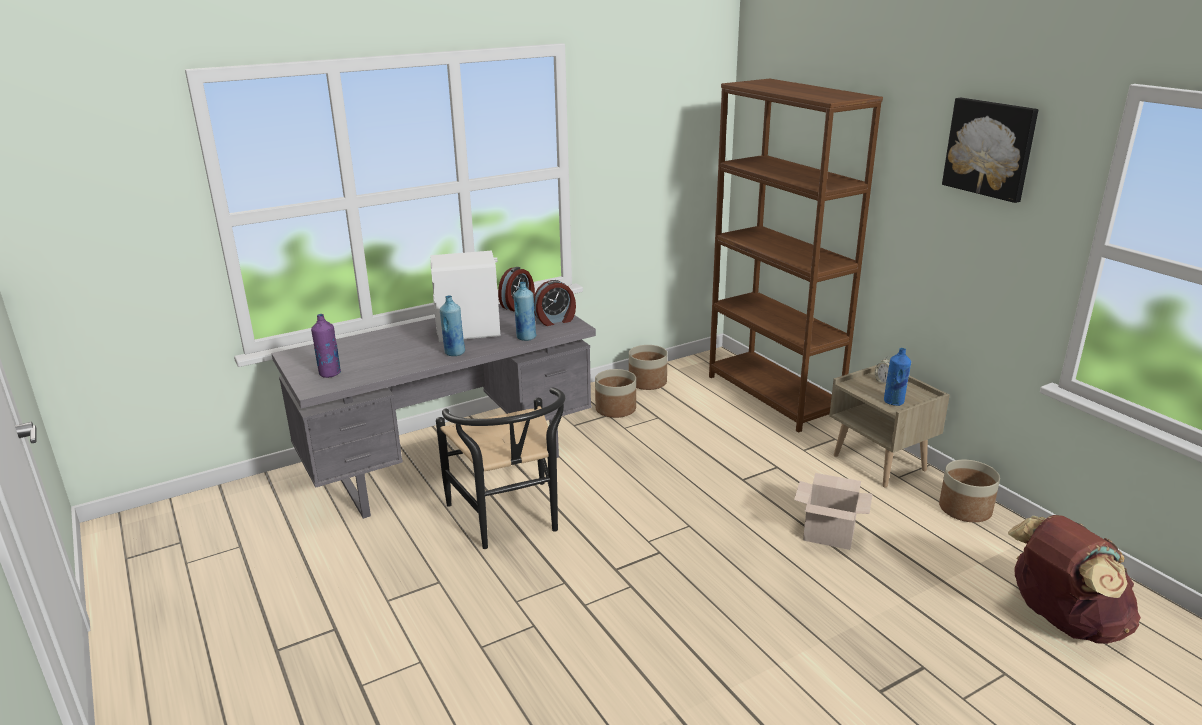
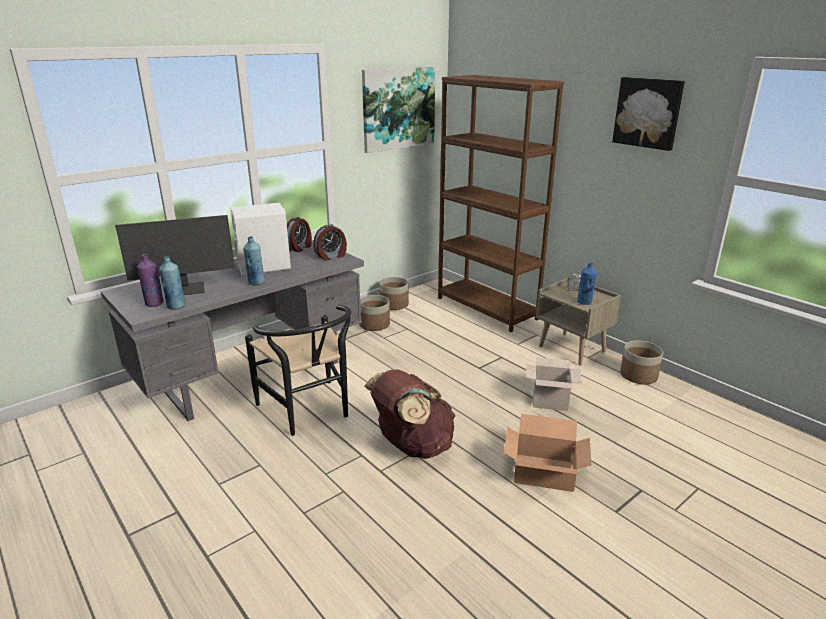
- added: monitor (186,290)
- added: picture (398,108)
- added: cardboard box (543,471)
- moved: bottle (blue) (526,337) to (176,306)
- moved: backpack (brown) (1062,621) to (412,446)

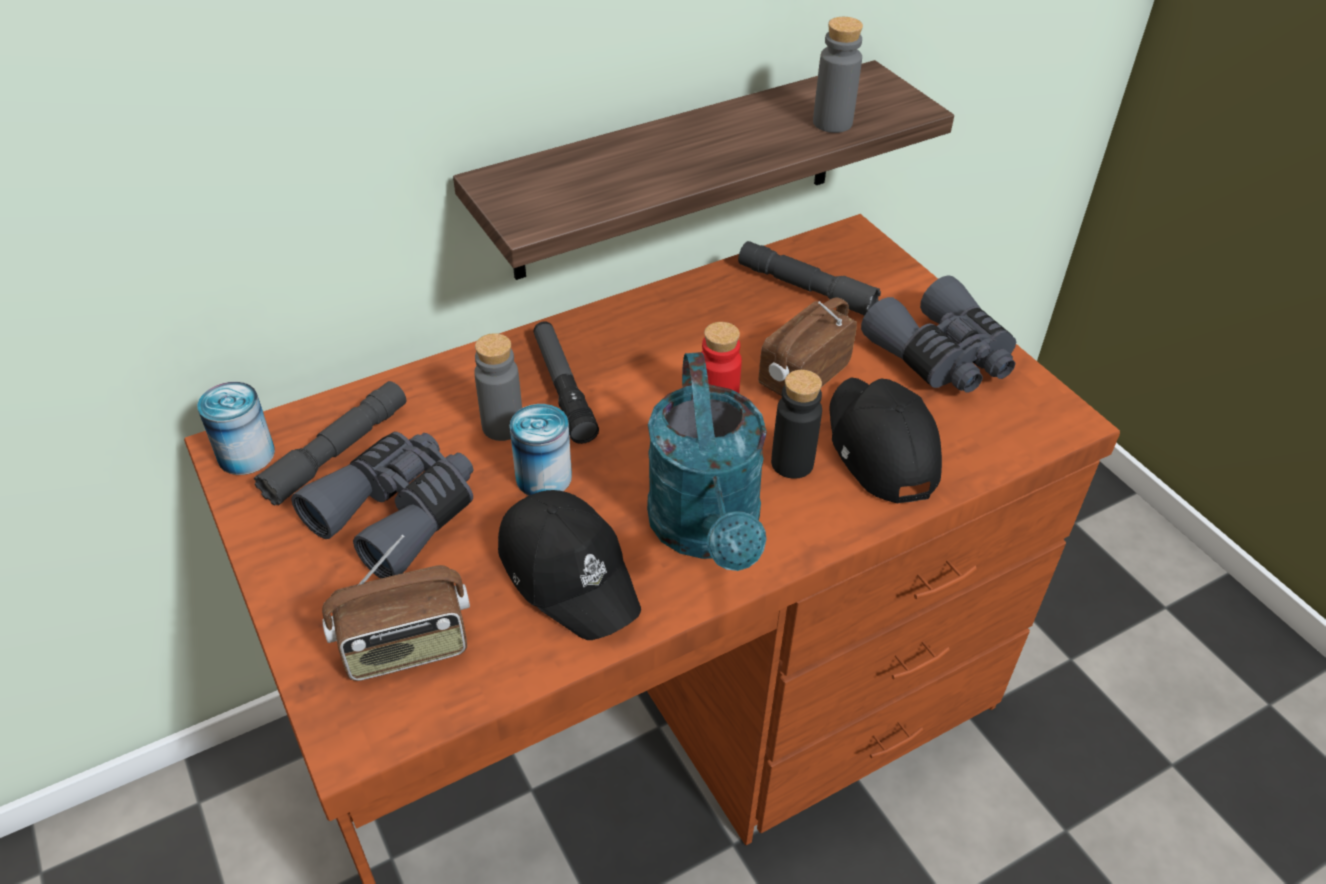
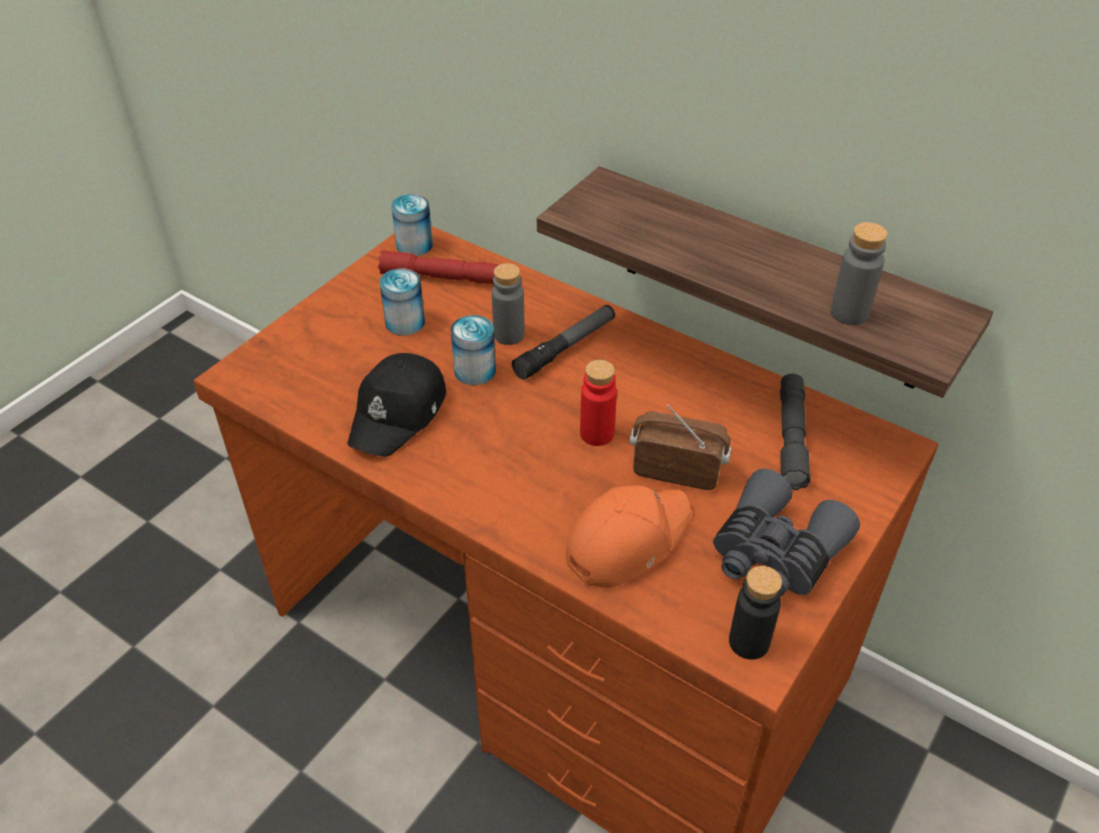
- removed: radio (406,648)
- removed: watering can (turquoise) (708,532)
- moved: bottle (black) (792,463) to (749,642)
- replaced: binoculars (grey) (399,513) to can (405,322)
- recoloured: flashlight (grey) (337,452) to flashlight (red) (439,277)
- recoloured: cap (black) (879,448) to cap (orange) (626,540)

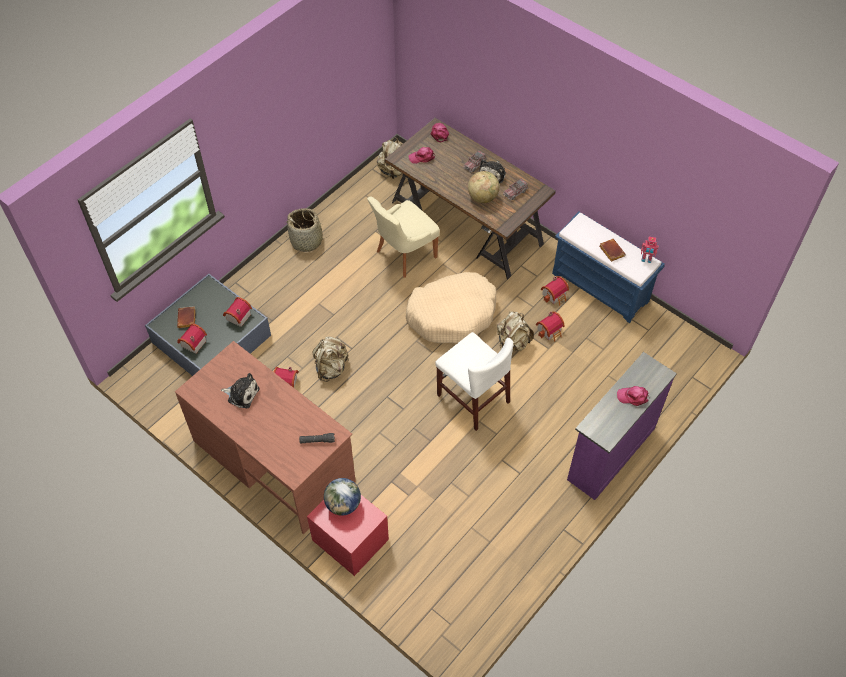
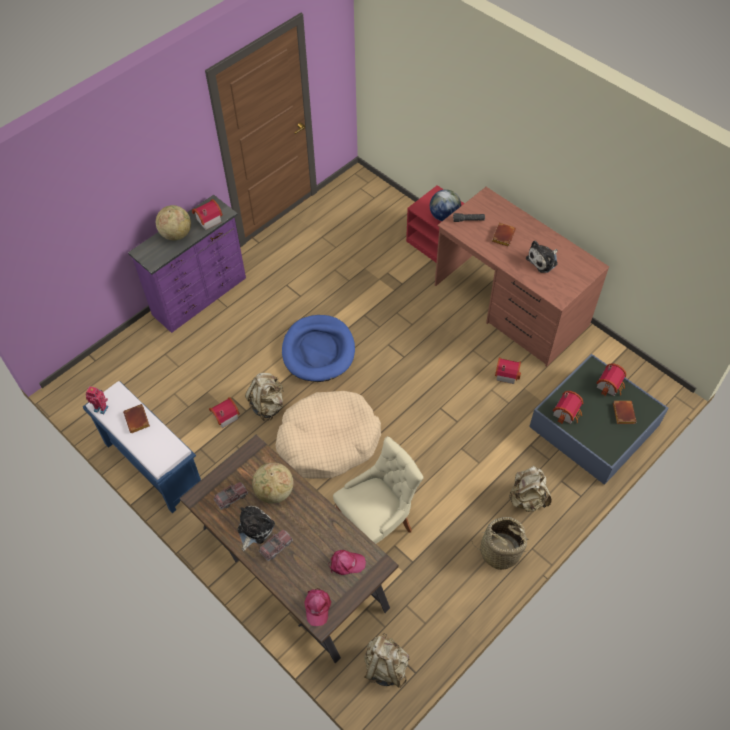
- added: book (brown) (502,235)
- moved: backpack (beige) (331,368) to (527,498)
- moved: toy house (555,295) to (207,220)
- replaced: chair (white) (473,398) to dog bed (blue) (318,350)
- replaced: cap (pink) (633,397) to globe (176,234)
- turned: plush toy (242,394) = (543,260) 60 degrees counterclockwise

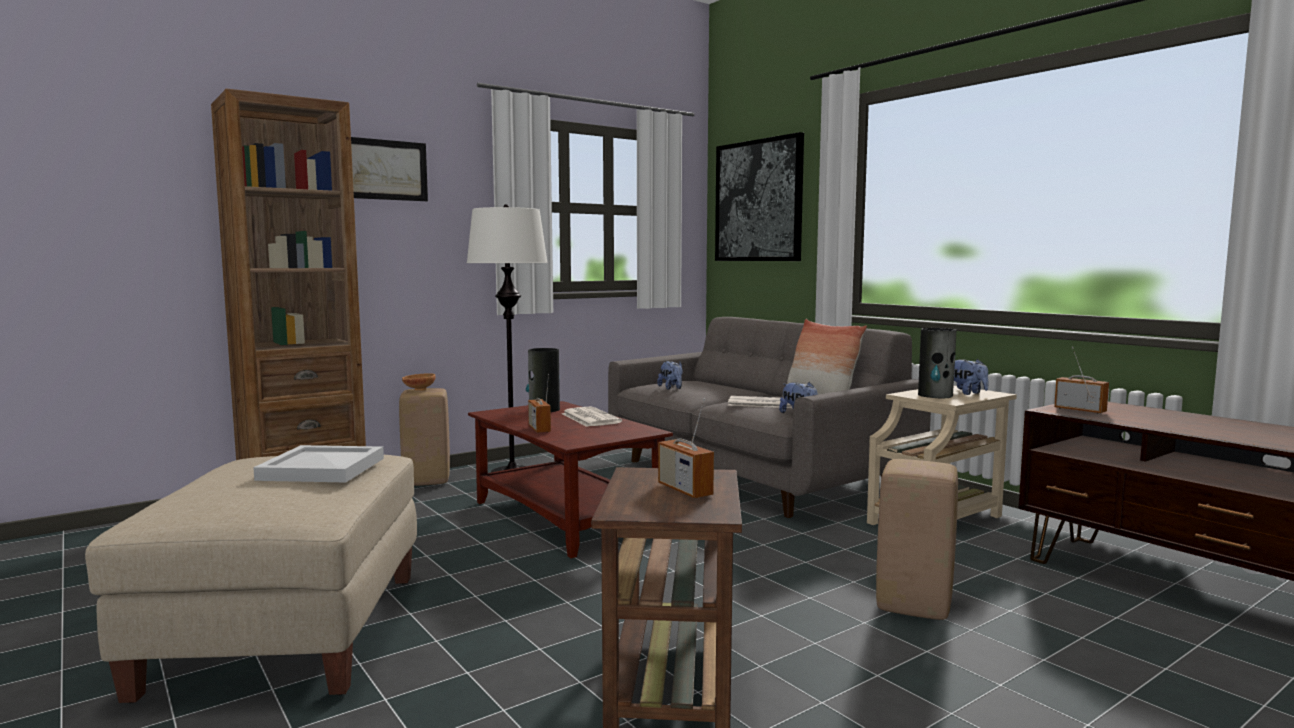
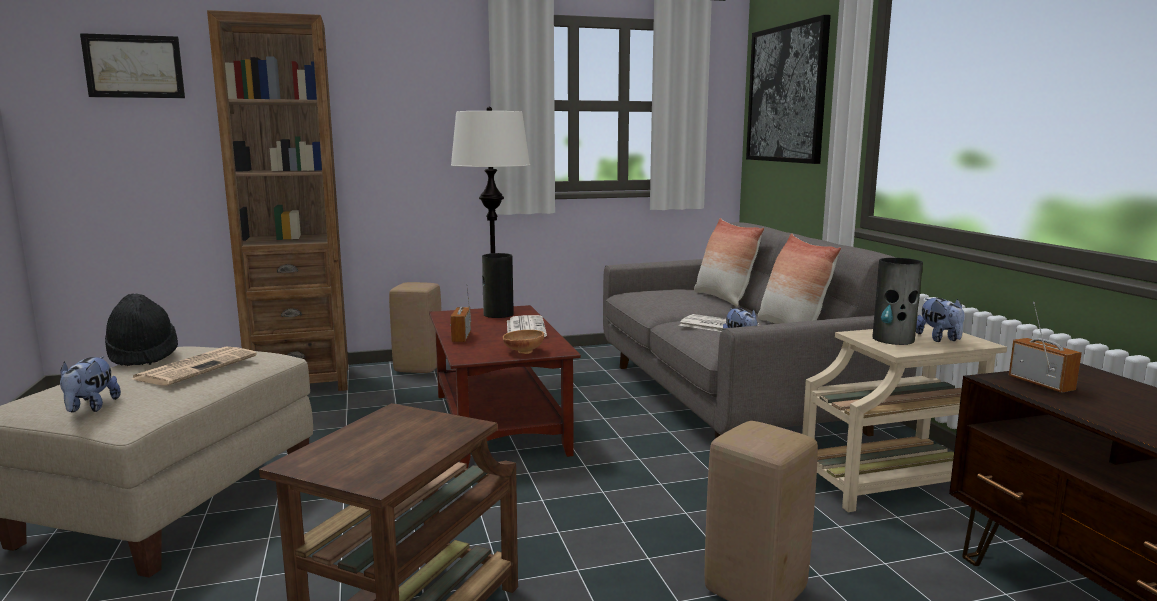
- removed: radio (685,490)
- added: hat (black) (143,355)
- added: pillow (723,298)
- moved: picture (385,170) to (134,66)
- moved: bowl (brown) (418,389) to (523,351)
- moved: plush toy (671,388) to (90,408)
- replaced: tray (white) (321,468) to newspaper (197,367)

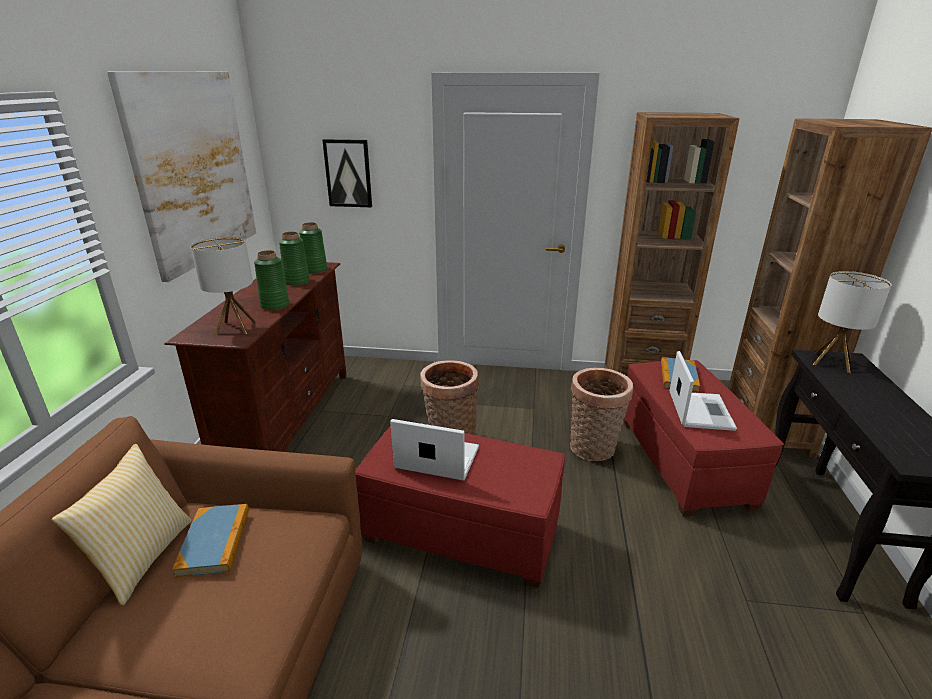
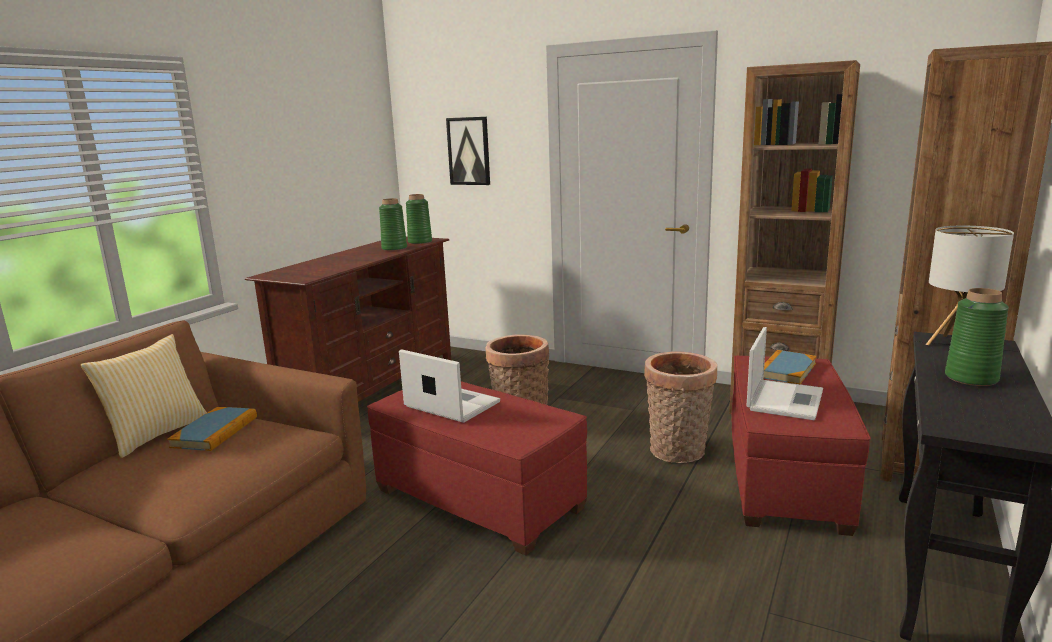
- removed: picture (194,169)
- removed: table lamp (235,327)
- moved: vase (green) (275,305) to (971,378)

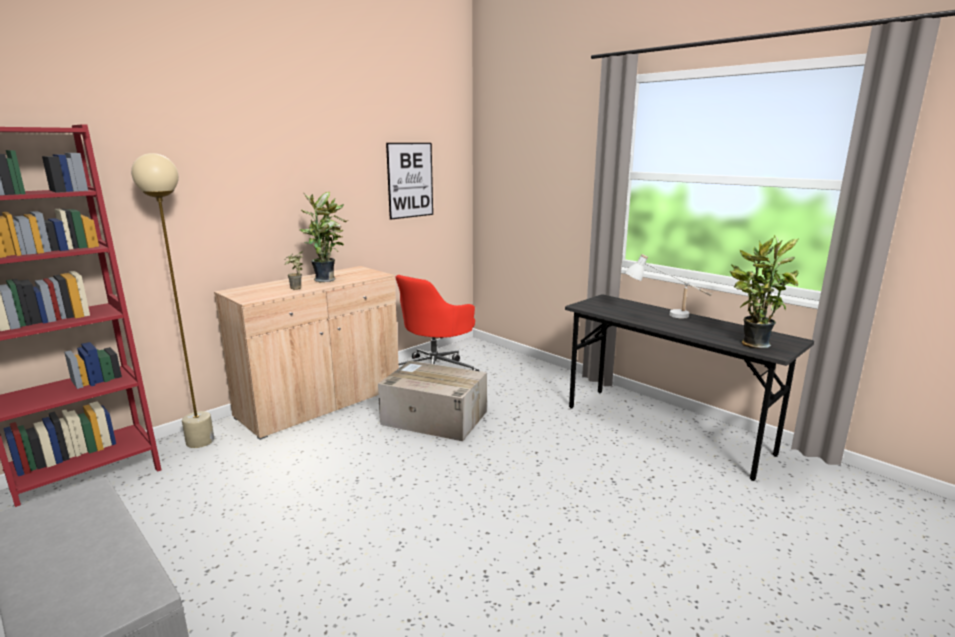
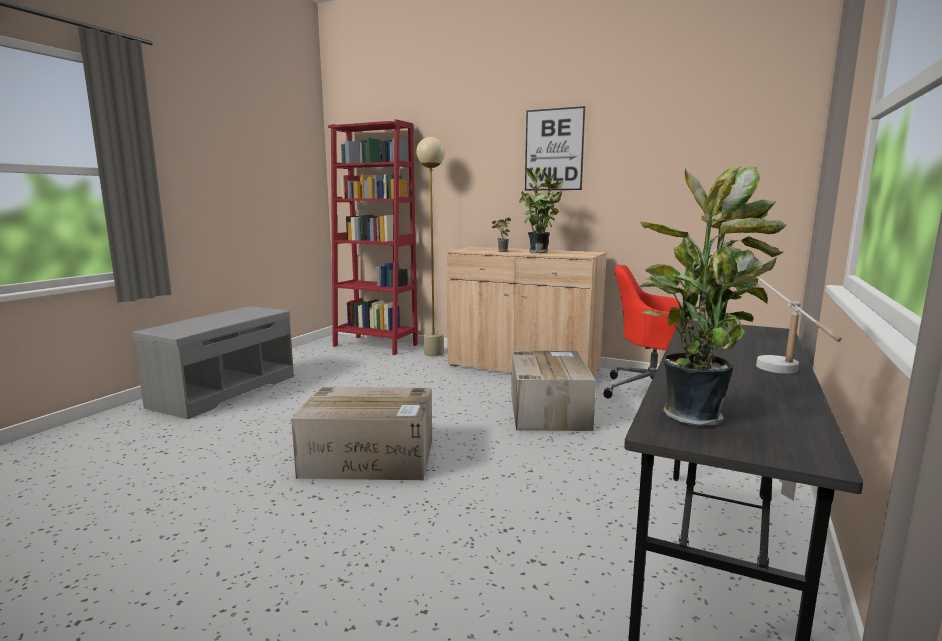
- added: cardboard box (371,457)
- moved: picture (410,180) to (554,150)

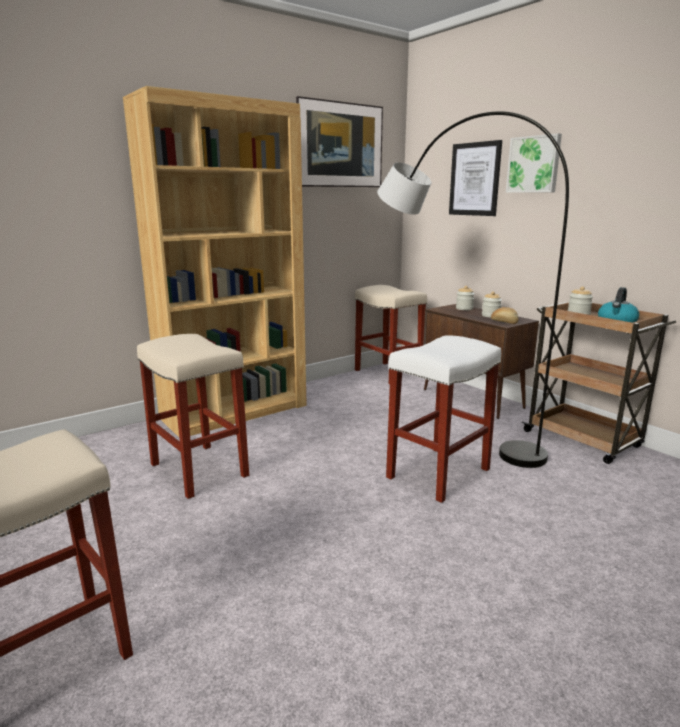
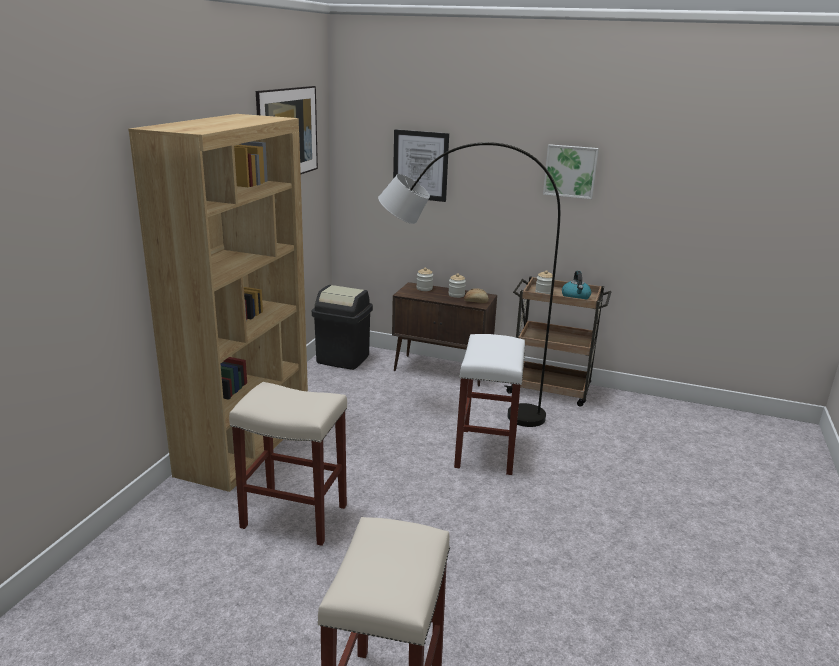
- moved: picture (534,164) to (570,171)
- replaced: stool (beige) (389,373) to trash can (black) (343,359)

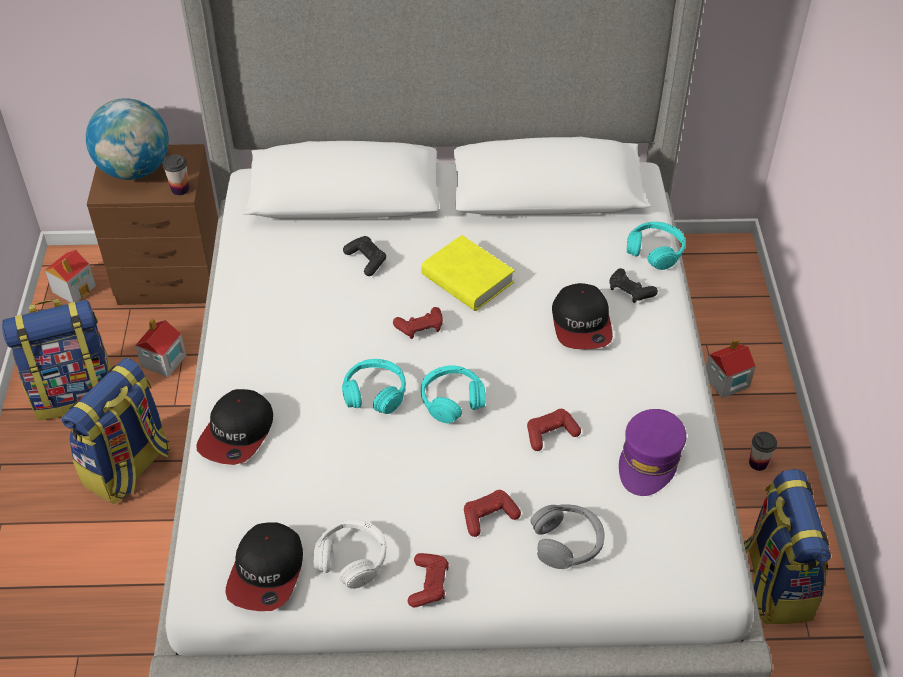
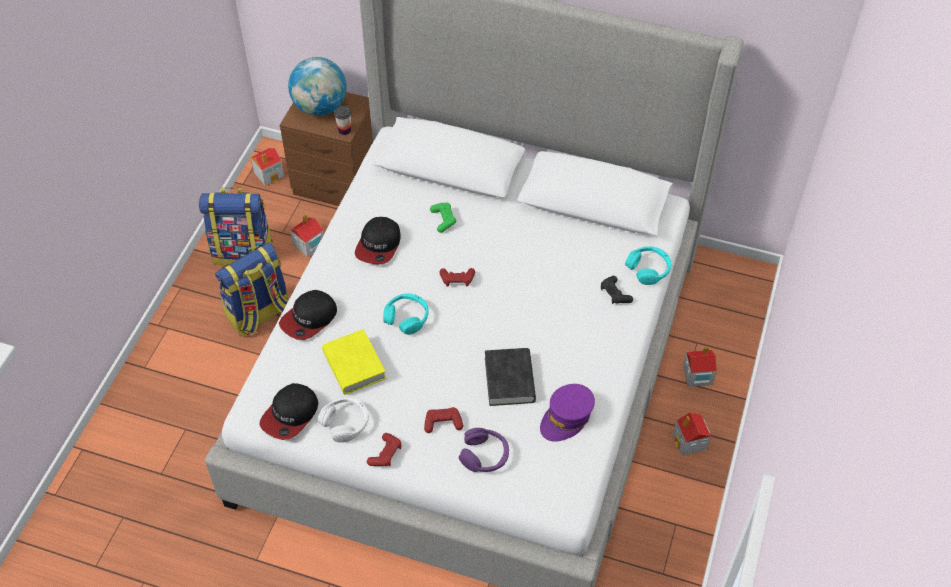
- removed: headphones (turquoise) (452,400)
- removed: backpack (774,583)
- moved: book (yellow) (467,279) to (354,365)
- moved: cap (582,324) to (379,245)
- replaced: game controller (red) (551,434) to book (black) (509,380)
- replaced: cup (758,463) to toy house (690,442)
- recoloured: game controller (black) (366,260) to game controller (green) (443,220)
- recoloured: headphones (grey) (567,542) to headphones (purple) (485,455)

